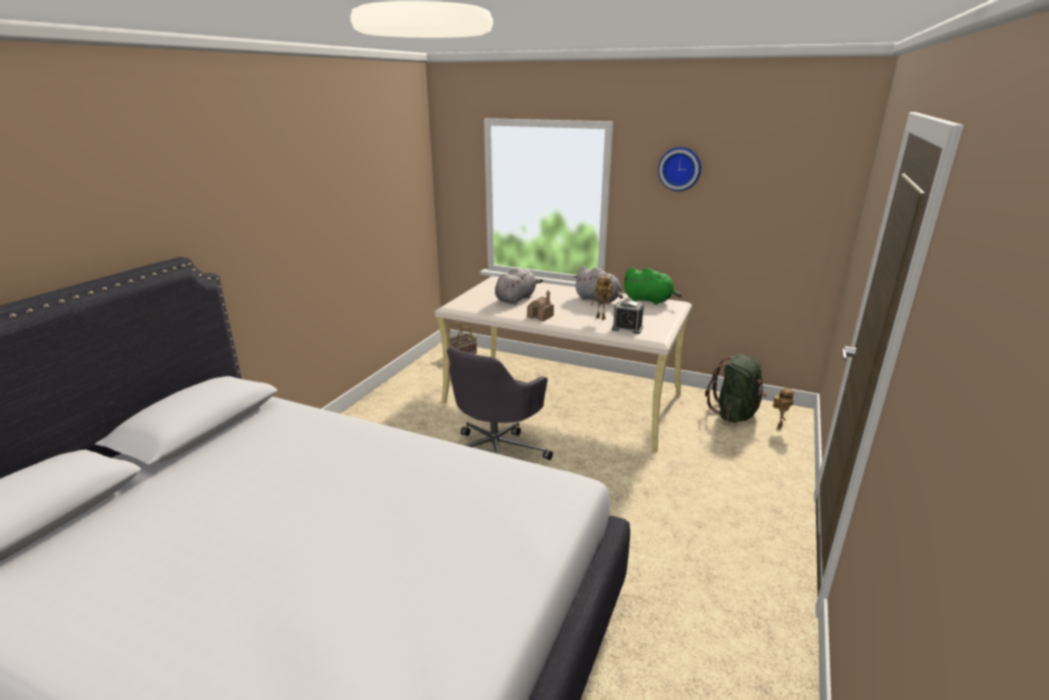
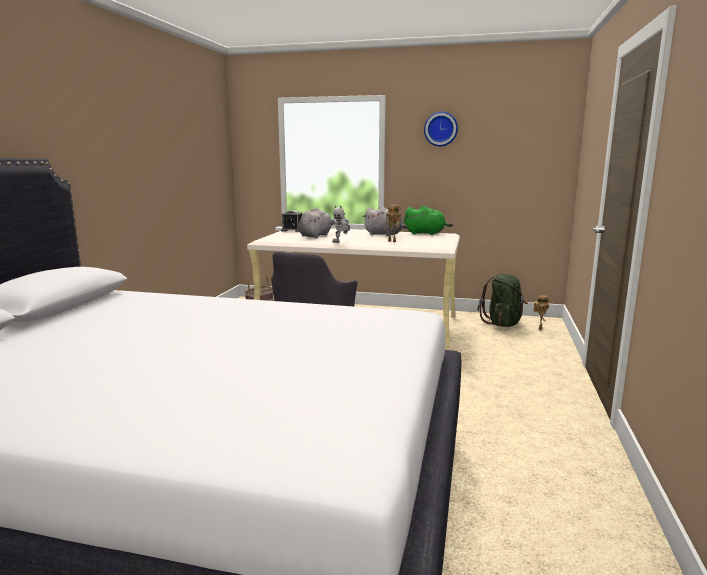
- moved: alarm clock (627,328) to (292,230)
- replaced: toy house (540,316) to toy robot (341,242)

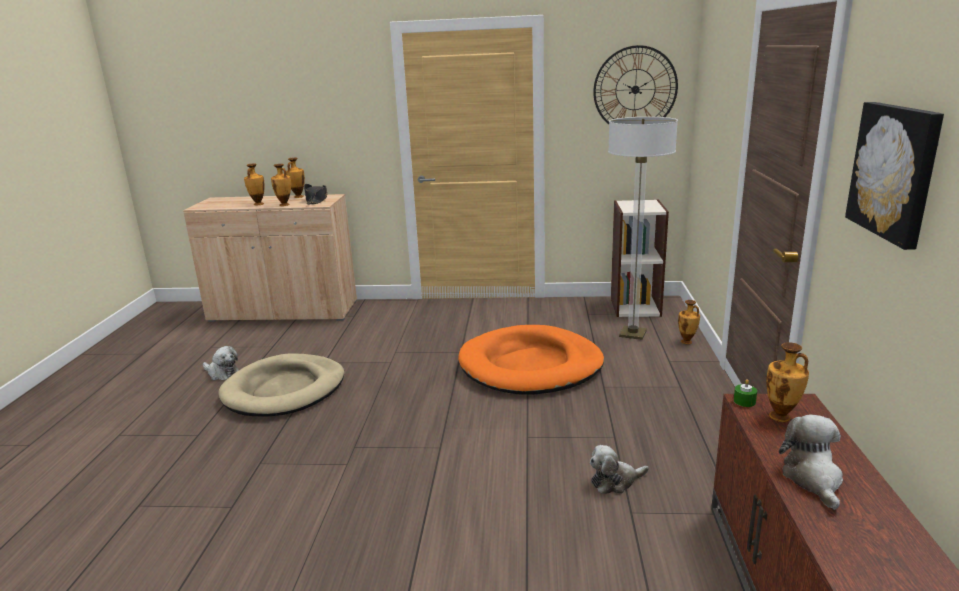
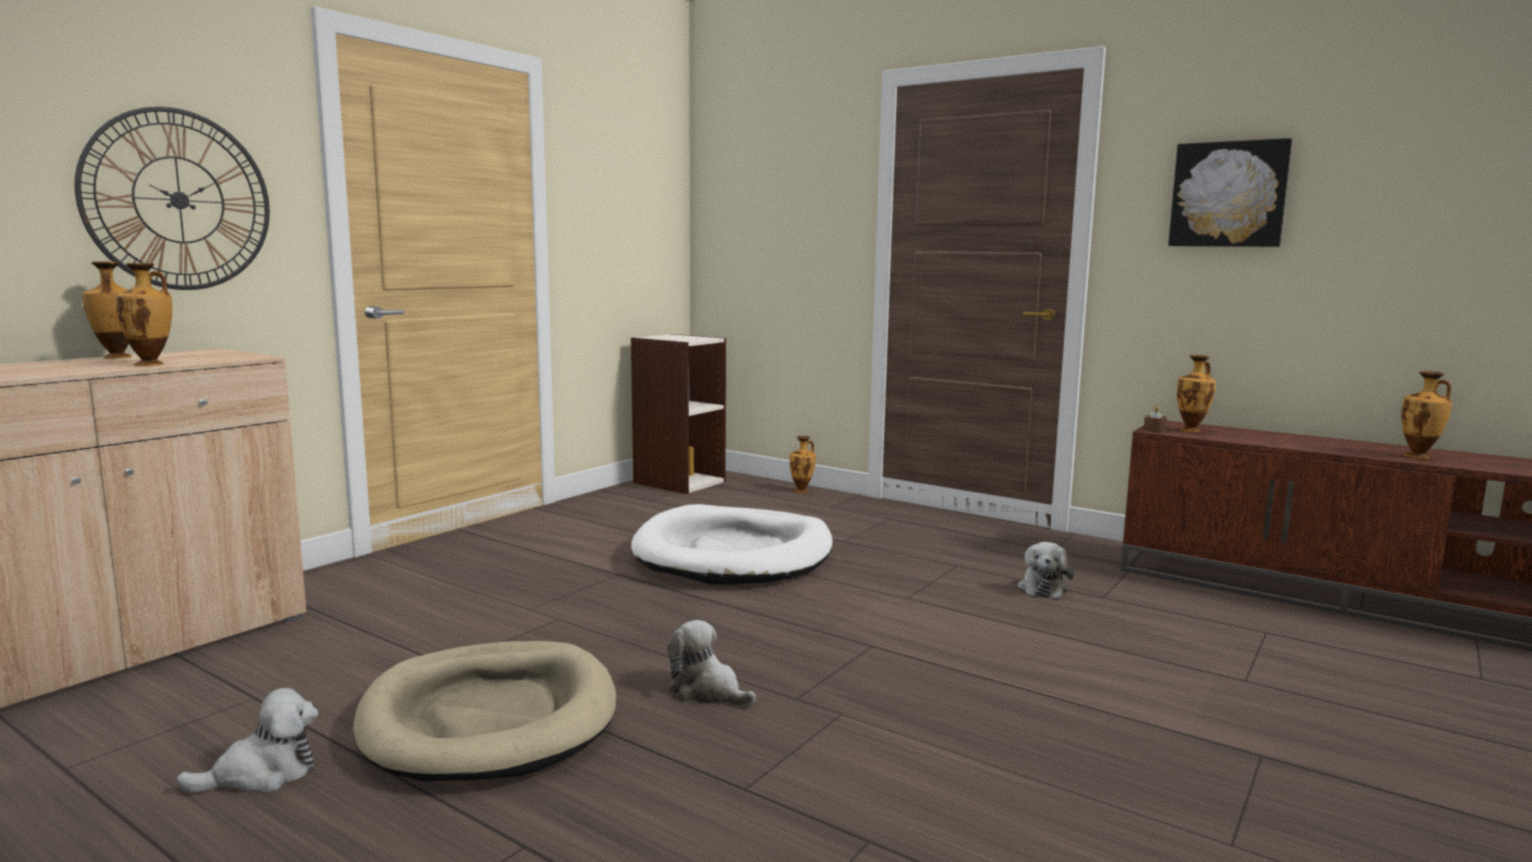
- removed: hat (black) (316,200)
- removed: floor lamp (632,334)
- moved: vase (258,204) to (1419,456)
- moved: wall clock (635,89) to (179,200)
- moved: plush toy (813,479) to (708,691)
- recoloured: dog bed (orange) (531,366) to dog bed (white) (734,554)
- recoloured: candle (green) (744,401) to candle (brown) (1154,430)

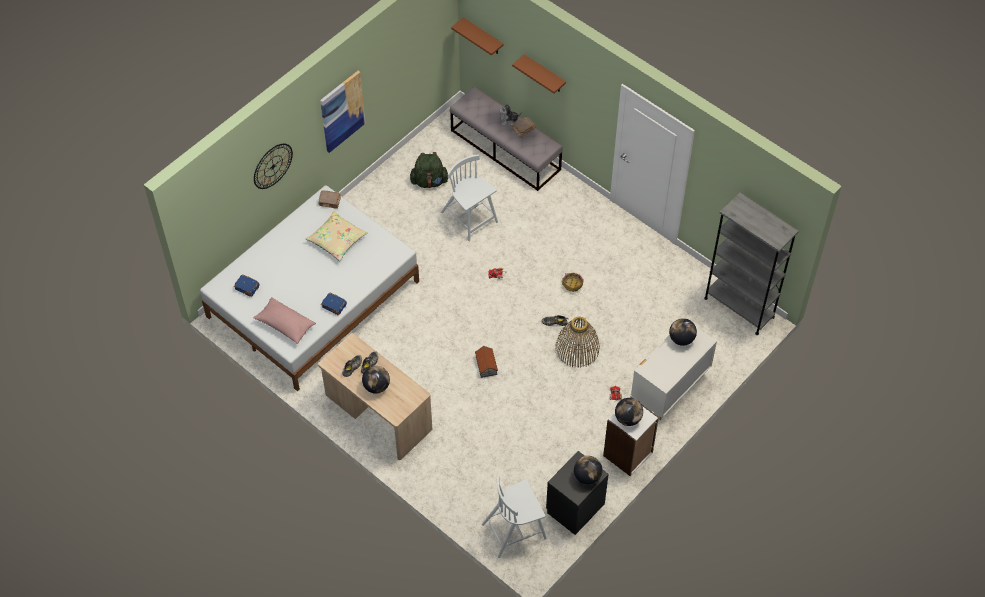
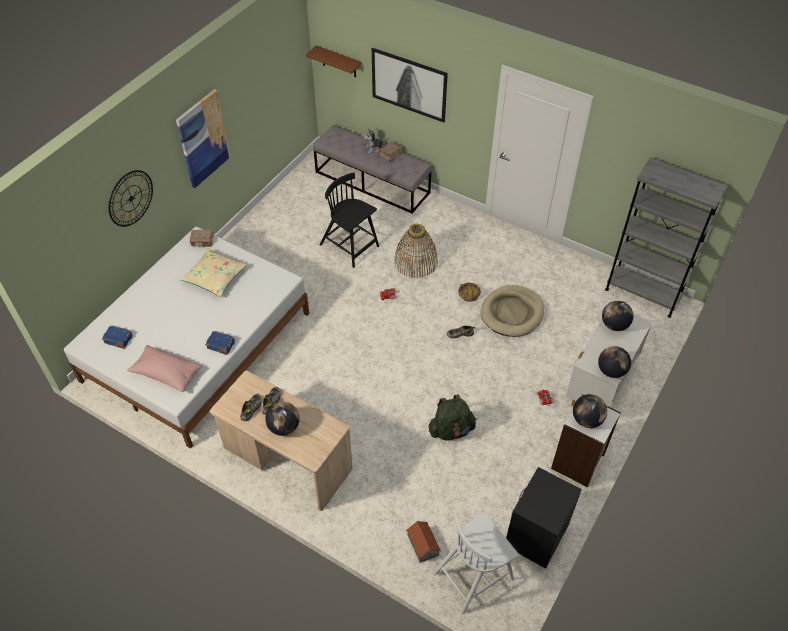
- added: dog bed (beige) (512,313)
- moved: backpack (green) (429,181) to (451,430)
- moved: toy house (486,365) to (423,545)
- moved: basket (577,348) to (416,262)
- moved: globe (587,476) to (611,371)
- replaced: shelf (brown) (544,74) to picture (409,84)
- recoloured: chair (white) (470,218) to chair (black) (350,246)

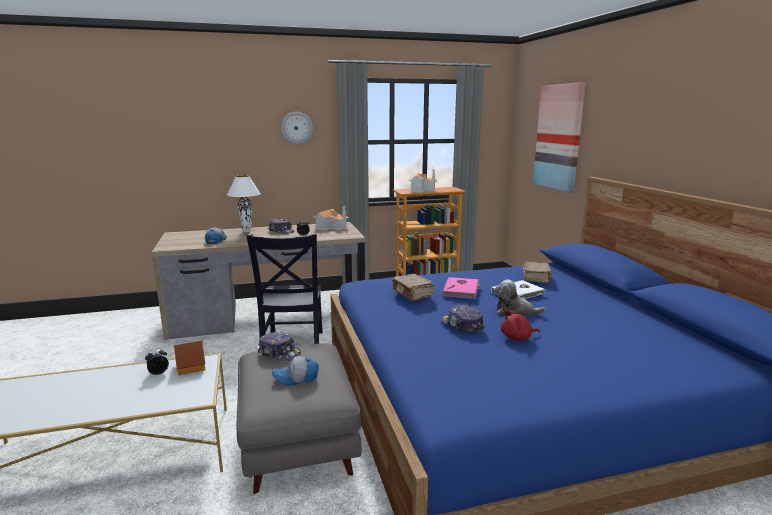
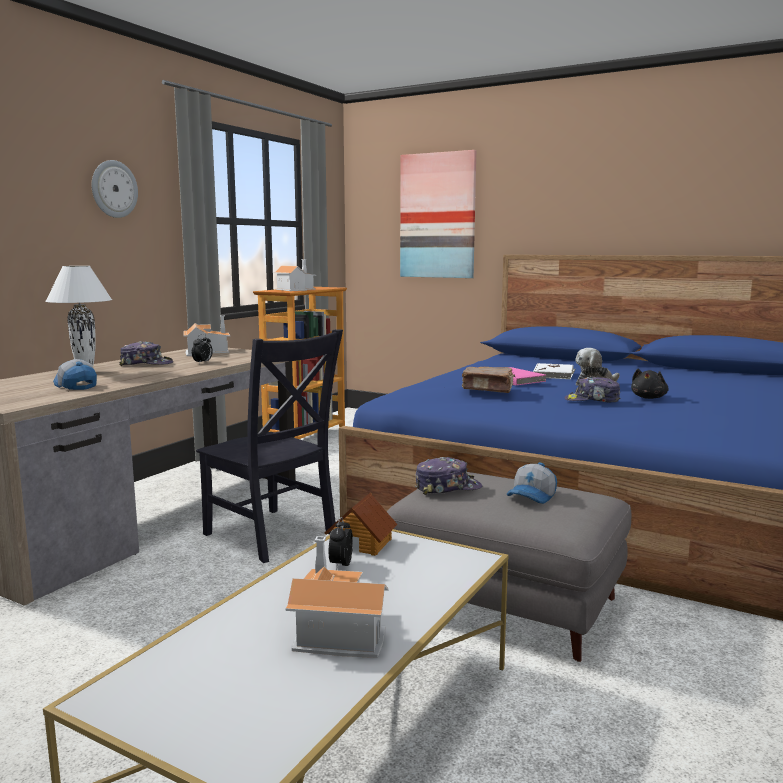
- removed: book (brown) (536,278)
- added: toy house (335,630)
- recoloured: plush toy (red) (518,338) to plush toy (black) (649,398)

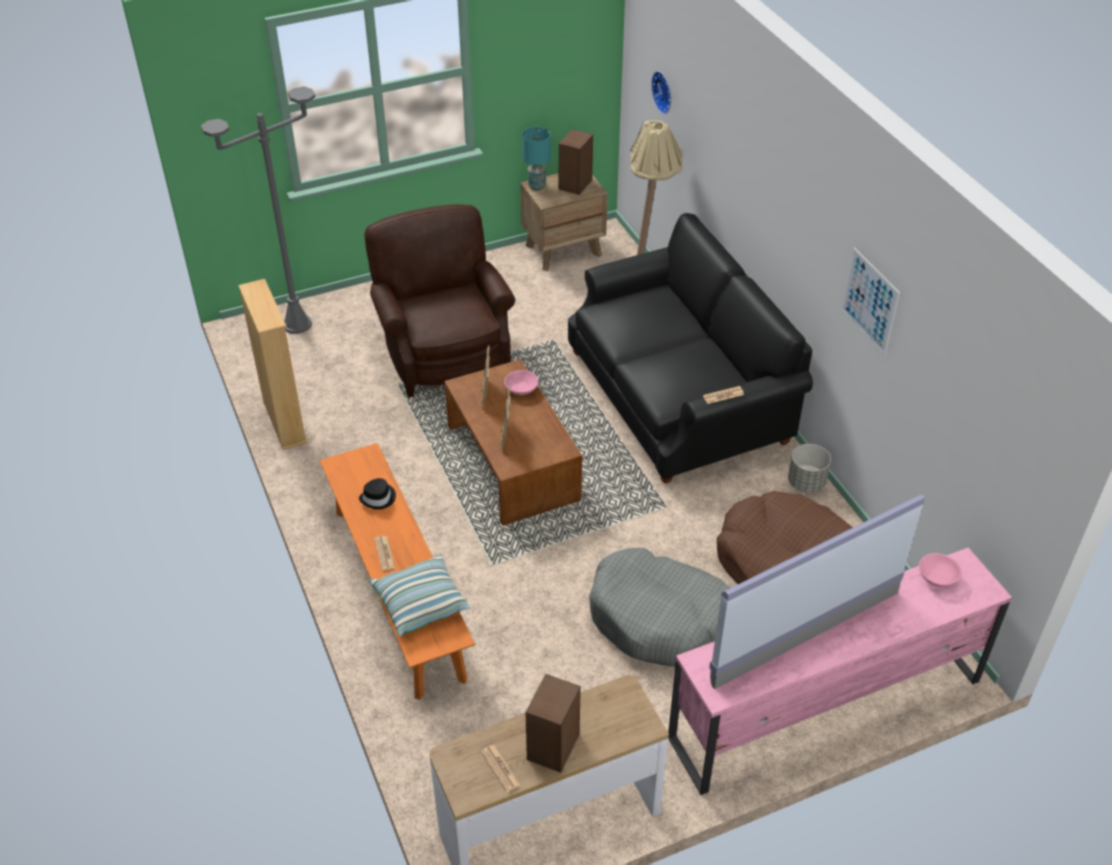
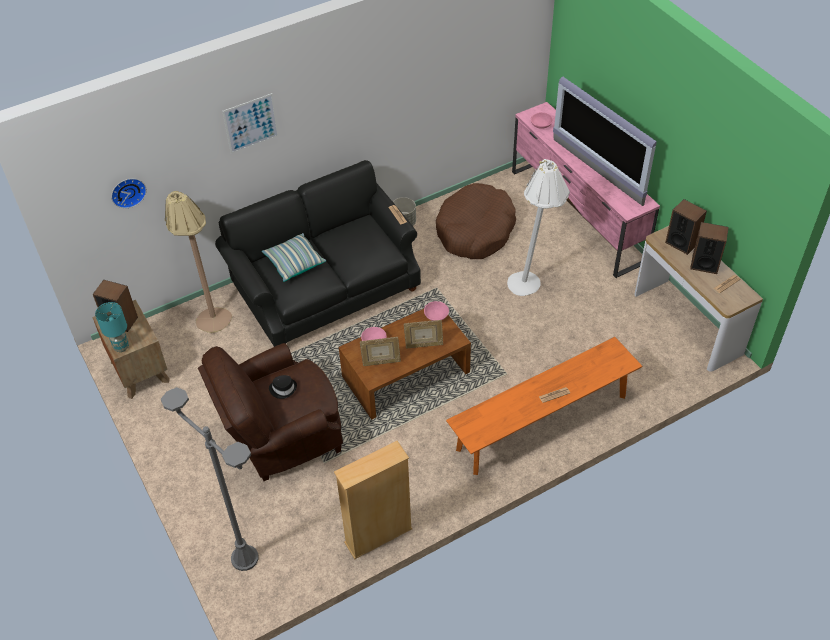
- added: bowl (pink) (436,316)
- added: speaker (681,243)
- moved: hat (black) (378,498) to (283,389)
- moved: pillow (421,603) to (294,263)
- moved: picture (869,301) to (251,123)
- replaced: dog bed (grey) (661,619) to floor lamp (white) (531,285)

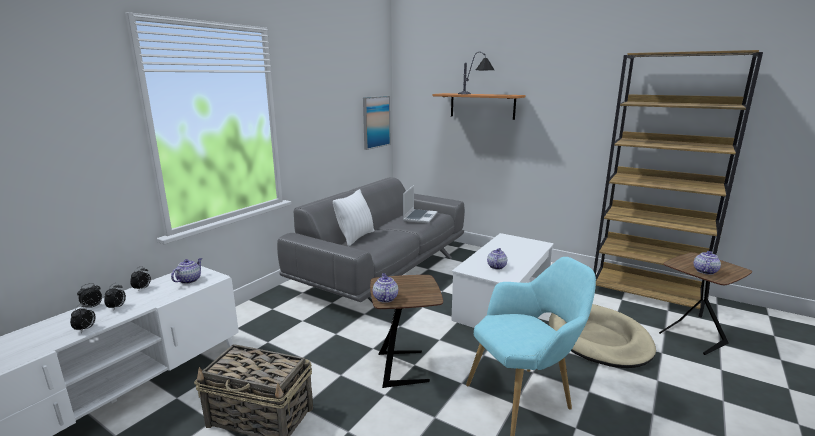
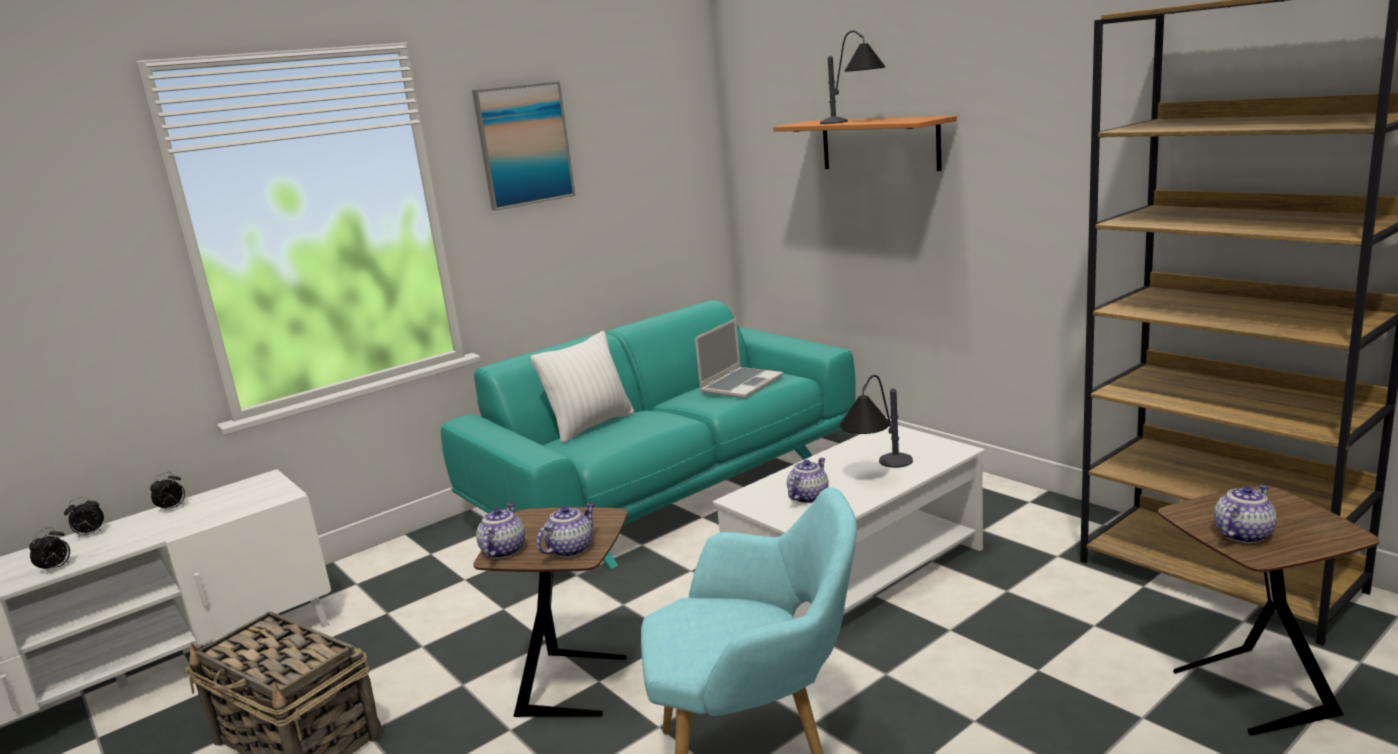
- removed: alarm clock (117,307)
- removed: dog bed (beige) (598,339)
- added: table lamp (878,473)
- moved: teapot (189,280) to (570,549)
- moved: picture (376,122) to (524,145)
- recoloured: sofa (grey) (383,269) to sofa (turquoise) (669,489)

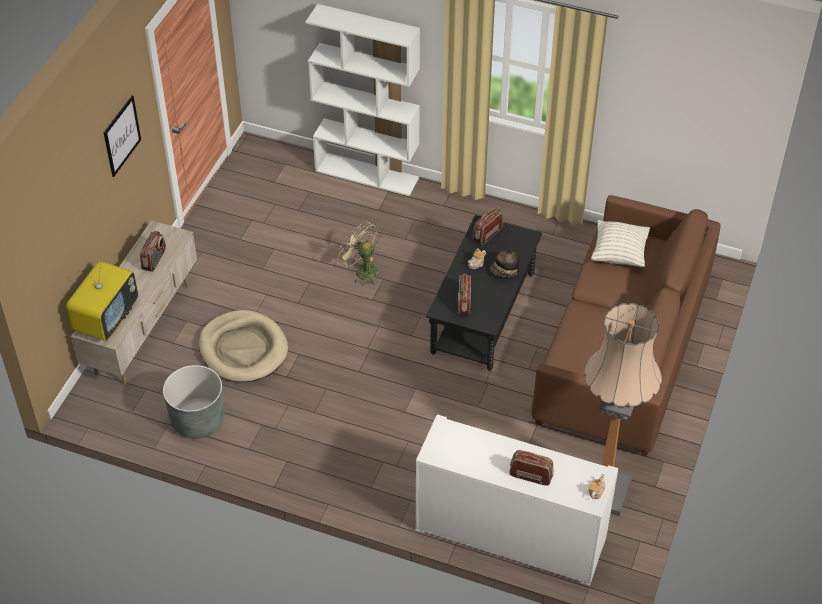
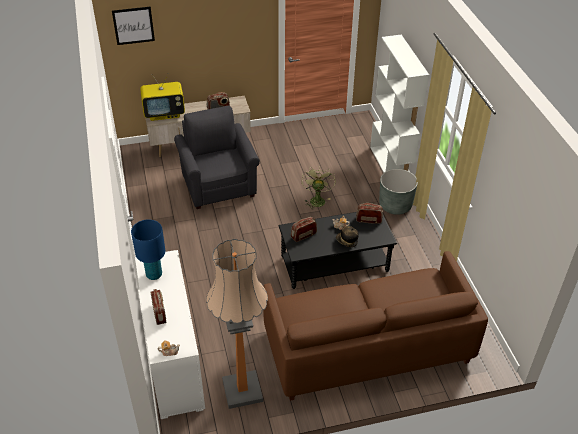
- removed: pillow (619,254)
- added: table lamp (blue) (154,275)
- moved: picture (122,136) to (133,25)
- moved: planter (grey) (198,420) to (395,205)
- replaced: dog bed (beige) (243,349) to armchair (grey) (218,184)

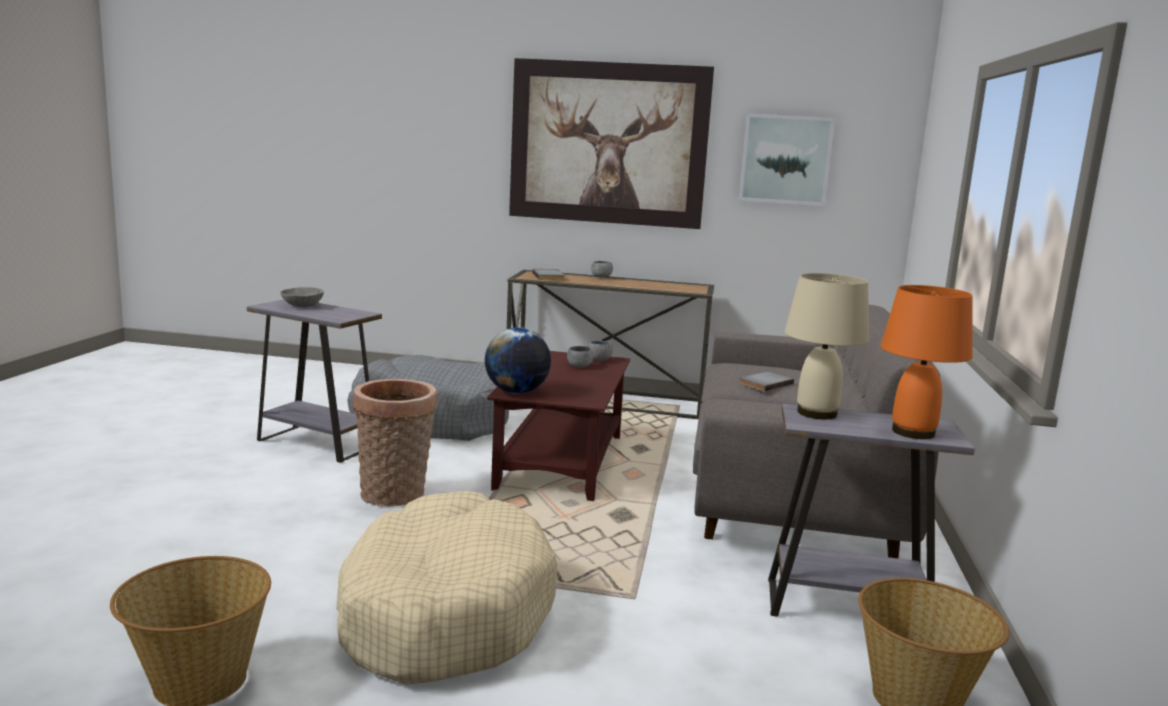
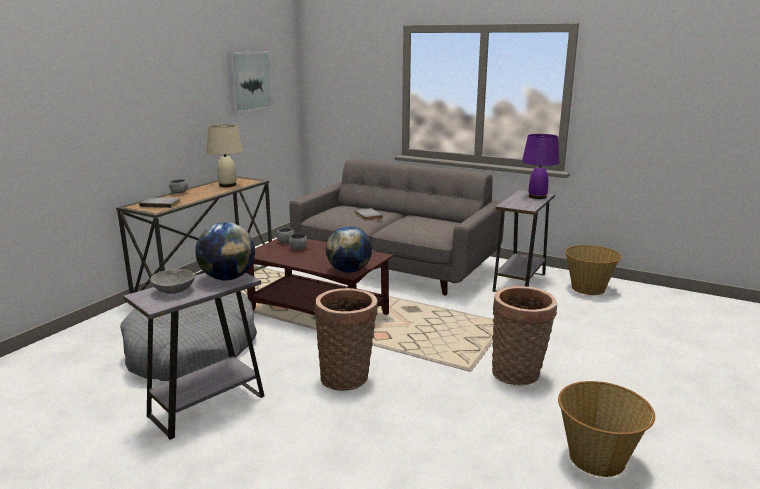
- removed: picture (608,144)
- added: globe (228,278)
- moved: table lamp (beige) (817,413) to (228,185)
- replaced: dog bed (beige) (443,612) to basket (519,374)
- recoloured: table lamp (orange) (913,432) to table lamp (purple) (538,197)

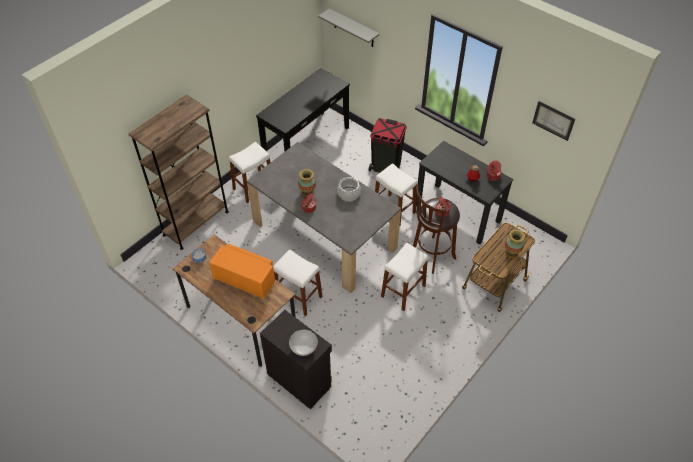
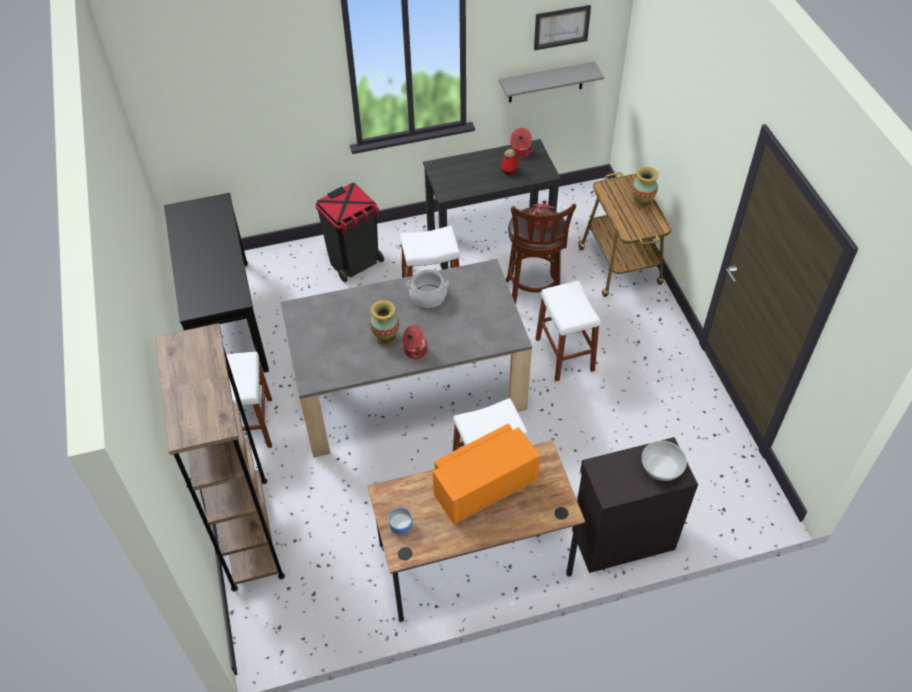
- moved: shelf (grey) (353,28) to (546,82)

